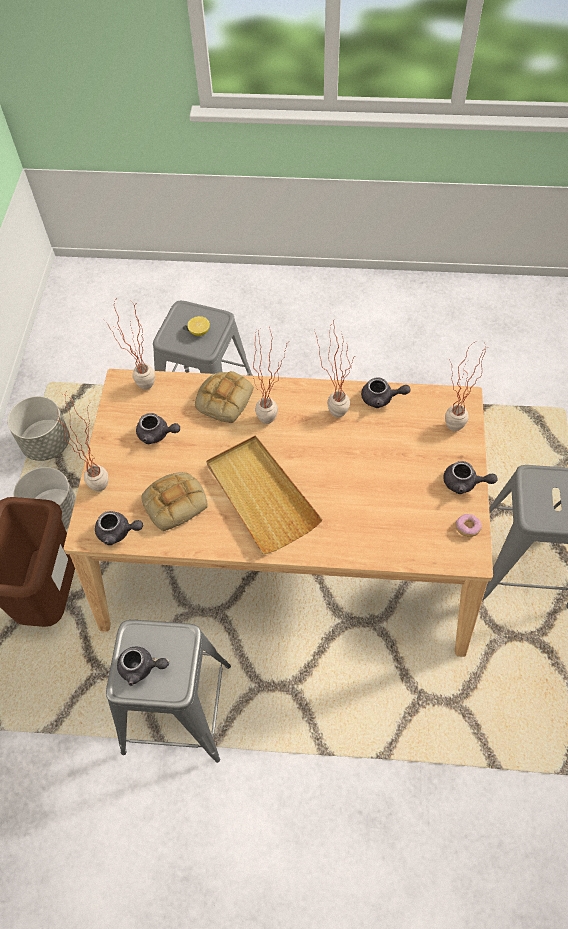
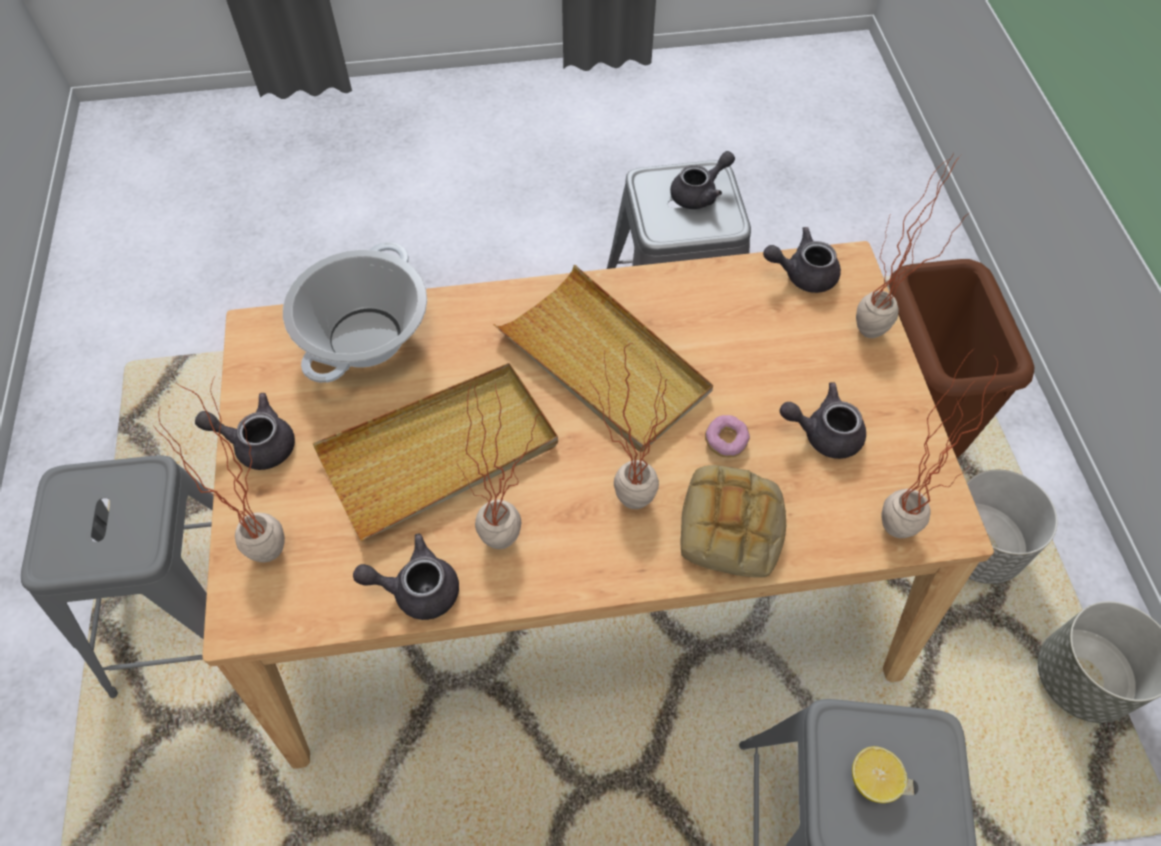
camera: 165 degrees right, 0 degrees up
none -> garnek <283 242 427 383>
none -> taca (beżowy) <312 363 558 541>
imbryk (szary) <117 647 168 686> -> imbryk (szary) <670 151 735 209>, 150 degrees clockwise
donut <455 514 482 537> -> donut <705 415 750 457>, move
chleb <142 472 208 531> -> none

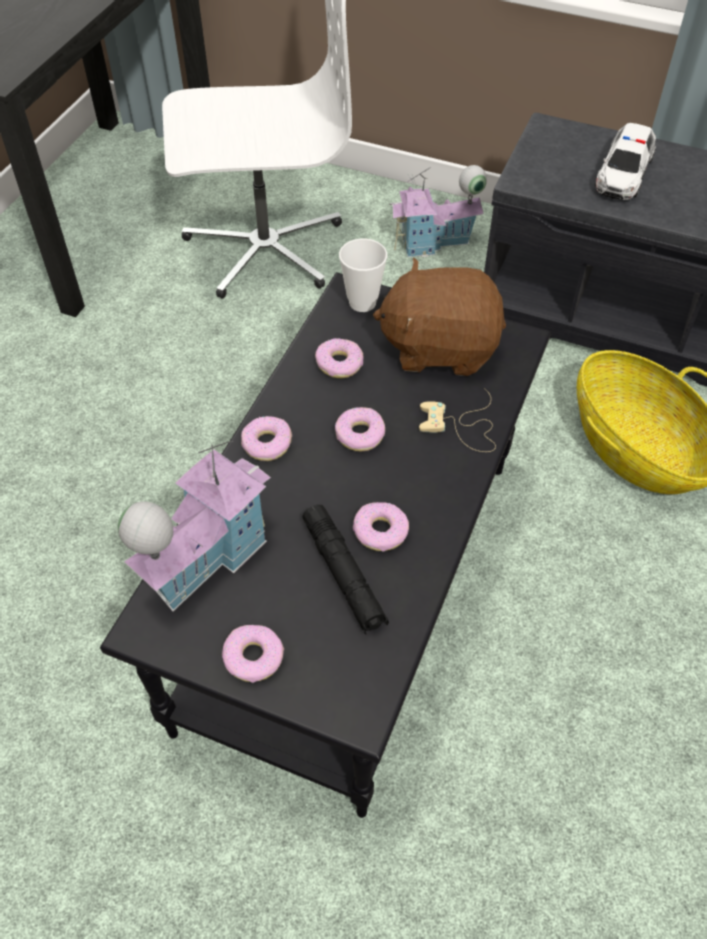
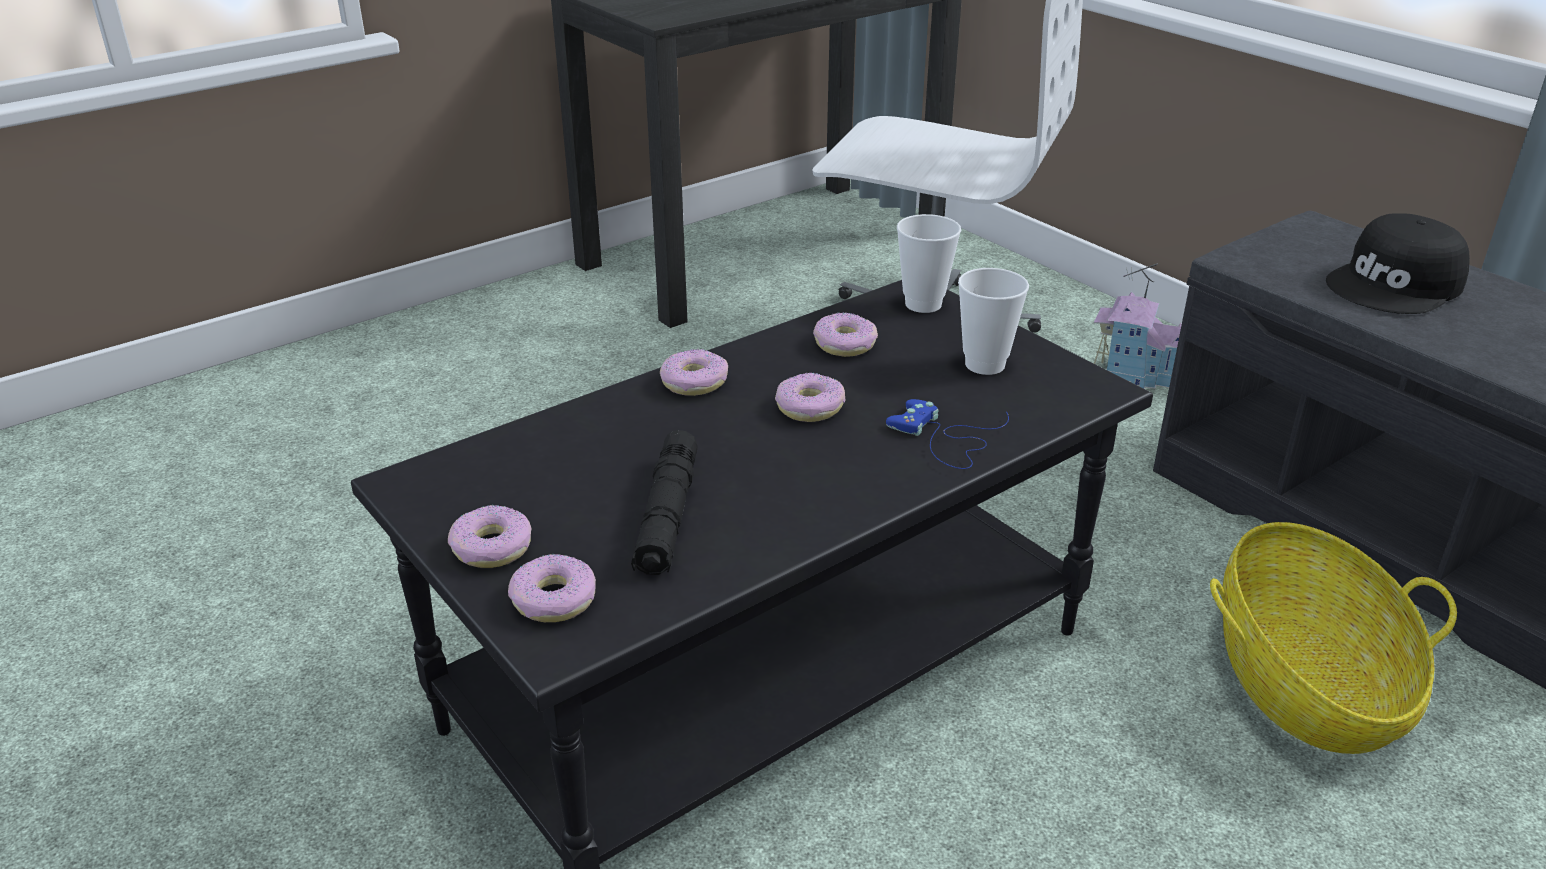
camera: 30 degrees right, 20 degrees down
donut <353 502 409 552> -> donut <508 554 596 622>, move
pad do gier (beżowy) <419 388 496 452> -> pad do gier (niebieski) <886 399 1009 469>
pluszak (brązowy) <373 258 506 376> -> filiżanka <958 268 1029 375>
samochodzik <595 123 656 200> -> czapka z daszkiem (czarny) <1326 213 1470 314>
domek <118 441 271 611> -> none

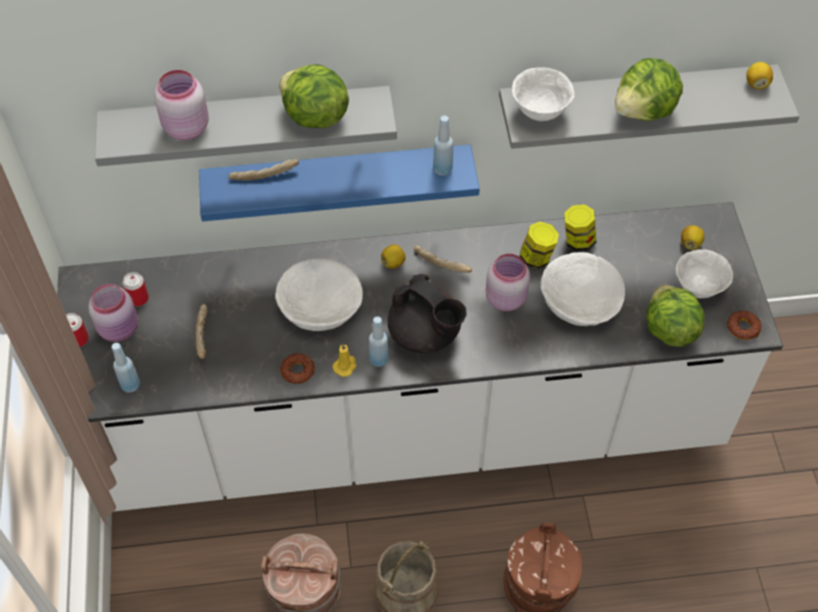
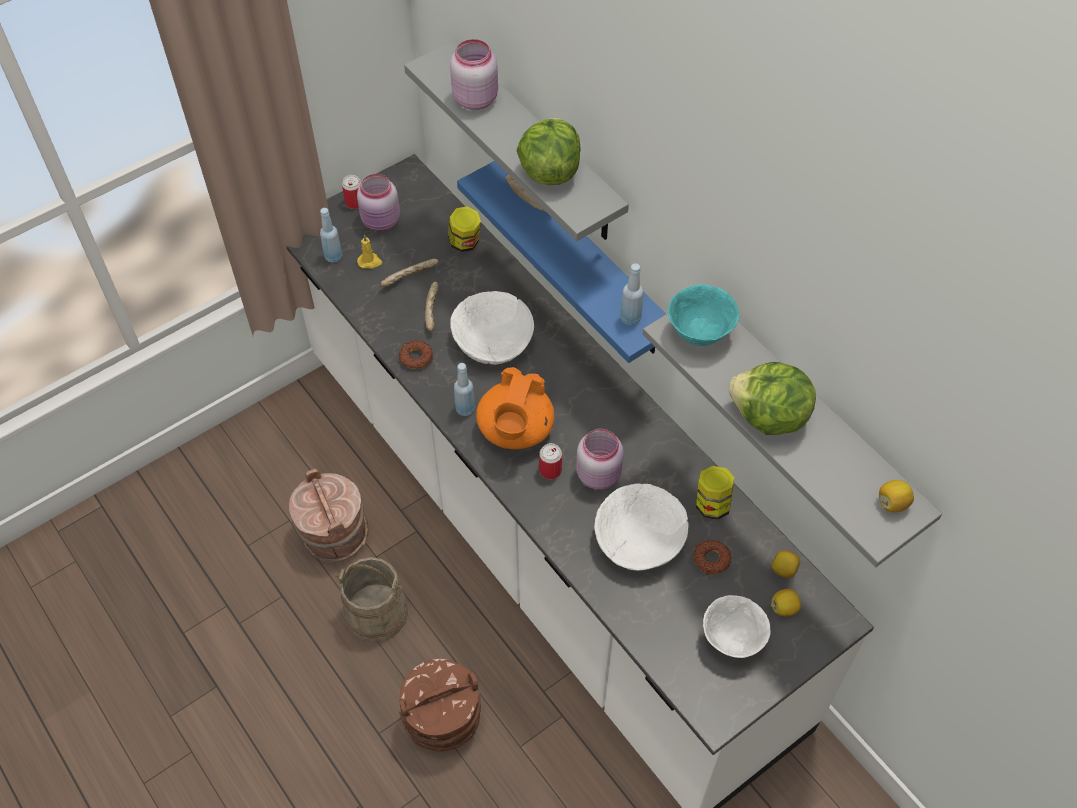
camera: 60 degrees right, 0 degrees up
świeca (żółty) <333 344 357 377> -> świeca (żółty) <357 235 383 269>, move
chleb <414 245 472 273> -> chleb <425 282 438 332>, move
słoik <519 221 559 269> -> słoik <448 206 481 252>, move
imbryk (czarny) <388 274 467 353> -> imbryk (pomarańczowy) <476 367 554 449>
puszka <123 272 149 306> -> puszka <539 443 562 479>, move
miska (biały) <512 67 574 121> -> miska (turkusowy) <668 284 740 346>
donut <727 311 761 340> -> donut <694 540 731 575>, move
cytryna <381 244 406 268> -> cytryna <771 550 800 578>, move
sałata <646 285 705 347> -> none

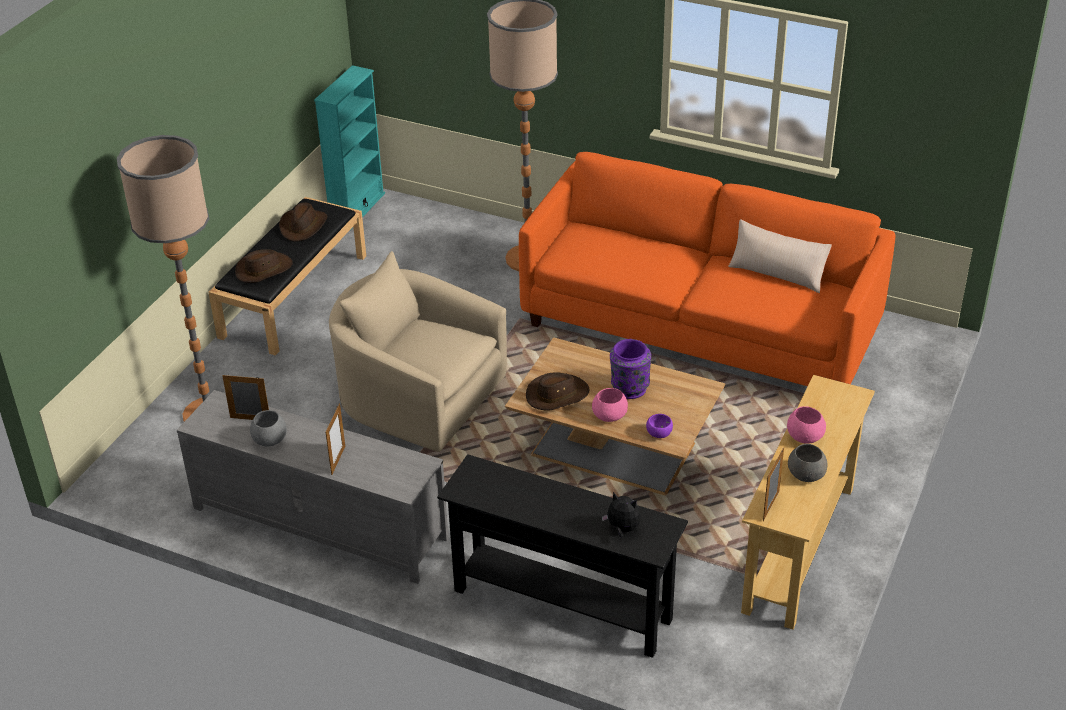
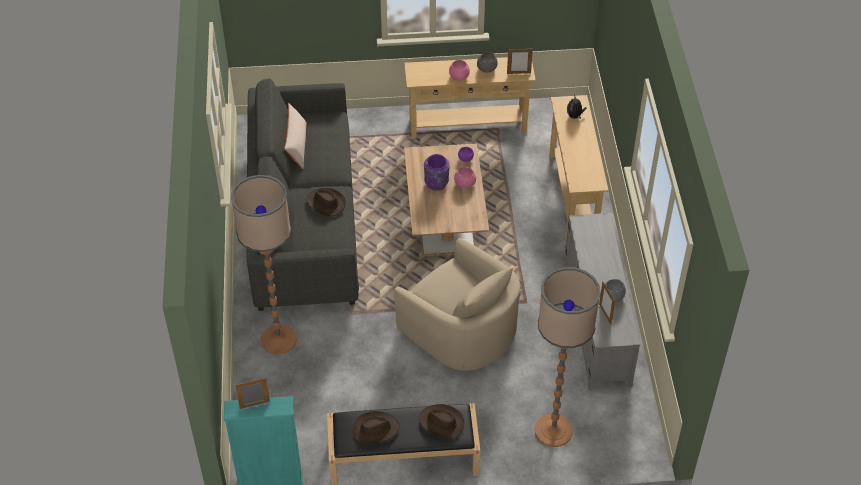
camera: 120 degrees left, 10 degrees up
ramka na zdjęcie <326 403 345 475> -> ramka na zdjęcie <235 378 270 409>, move
kanapa (pomarańczowy) <519 152 895 386> -> kanapa (szary) <246 78 359 311>
kapelusz (brązowy) <526 372 589 411> -> kapelusz (brązowy) <306 188 346 216>, move
fotel (beżowy) <329 251 507 452> -> fotel (beżowy) <394 238 521 371>, 45 degrees counterclockwise
stolik konsolowy (czarny) <437 454 688 658> -> stolik konsolowy (beżowy) <550 95 609 238>

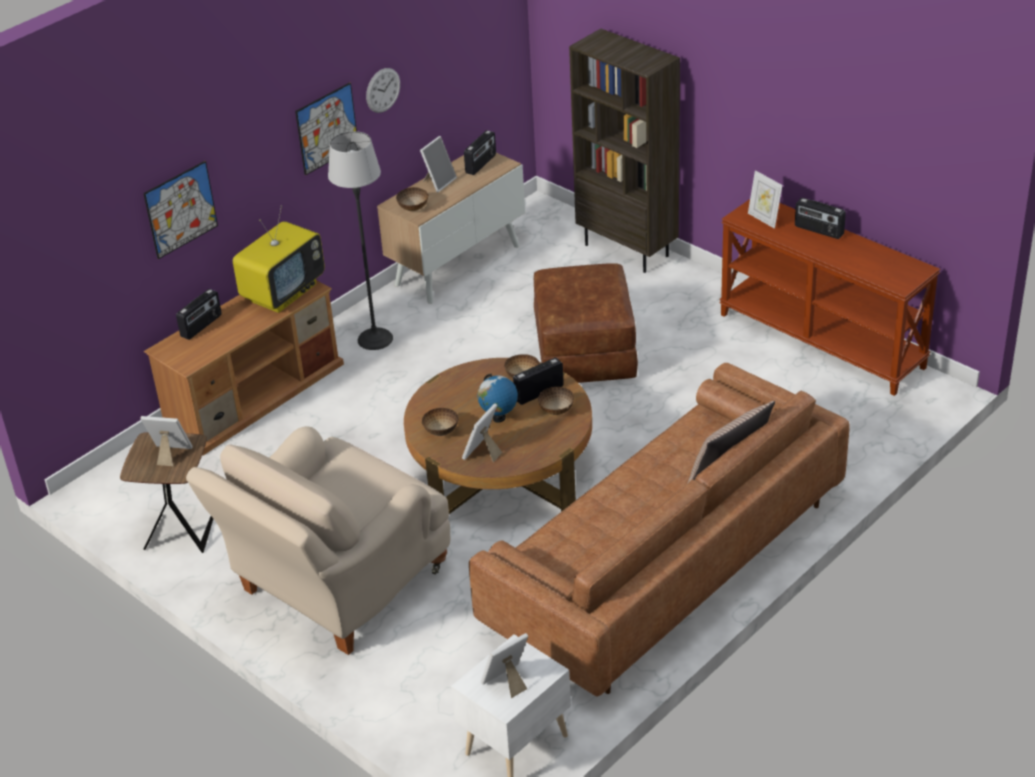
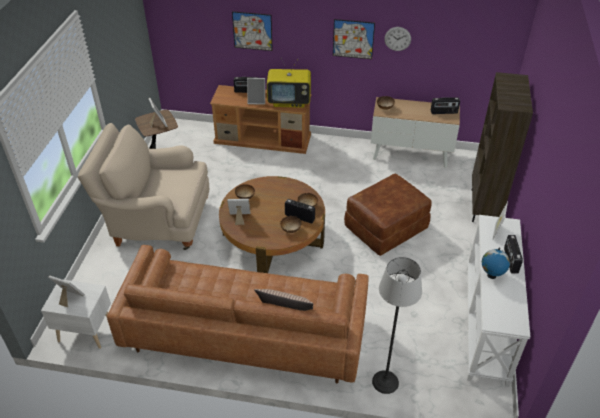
camera: 55 degrees right, 5 degrees up
ramka na zdjęcie <420 136 457 192> -> ramka na zdjęcie <247 78 265 105>, move
lampa stojąca <328 131 393 350> -> lampa stojąca <372 257 422 394>, move
stolik konsolowy (brązowy) <719 199 940 396> -> stolik konsolowy (biały) <467 215 530 387>
globus <477 374 518 423> -> globus <482 247 510 279>, move

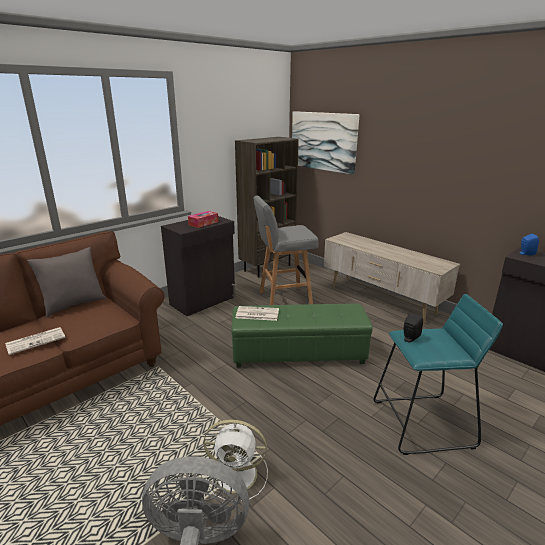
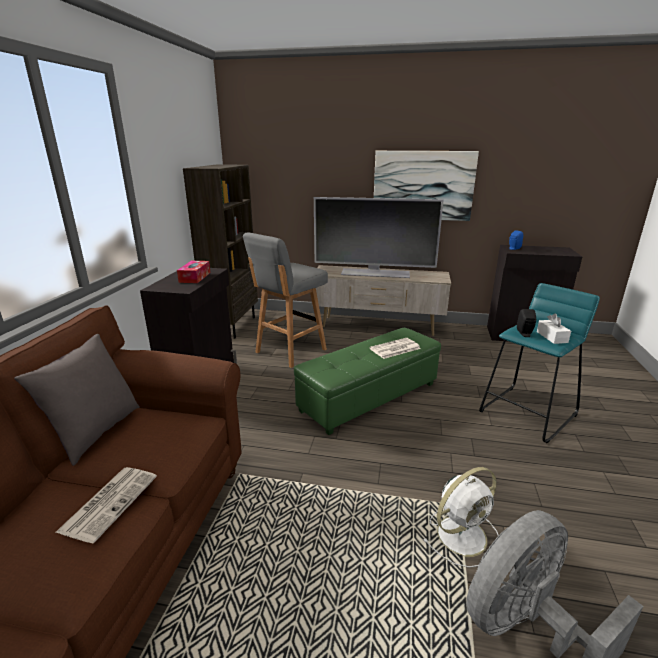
camera: 35 degrees left, 0 degrees up
none -> telewizor <314 197 444 278>
gazeta <236 306 279 321> -> gazeta <370 338 421 359>, move
obraz <292 111 360 175> -> obraz <374 151 479 221>, move
none -> pudełko chusteczek (biały) <537 314 571 344>

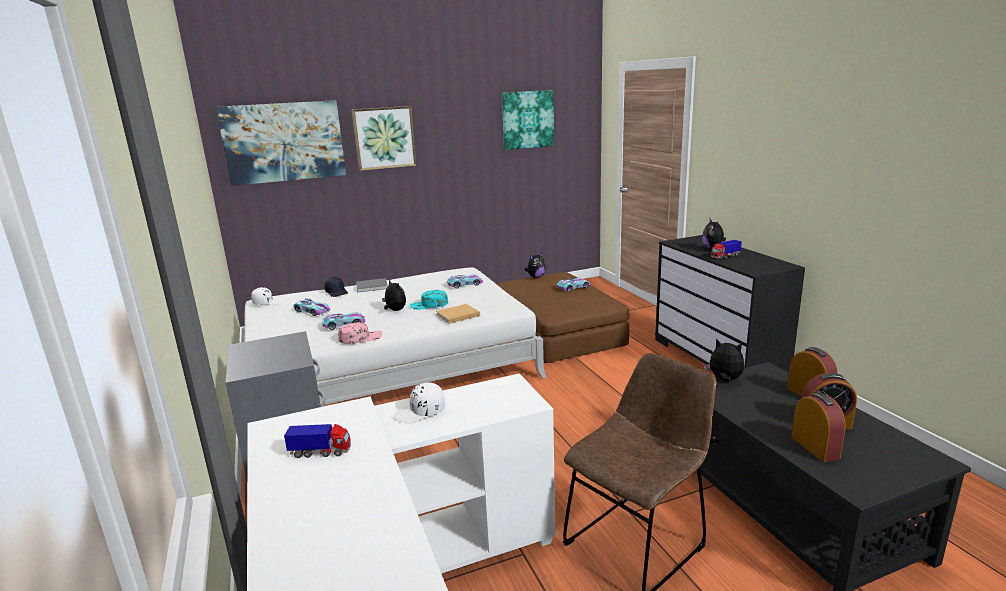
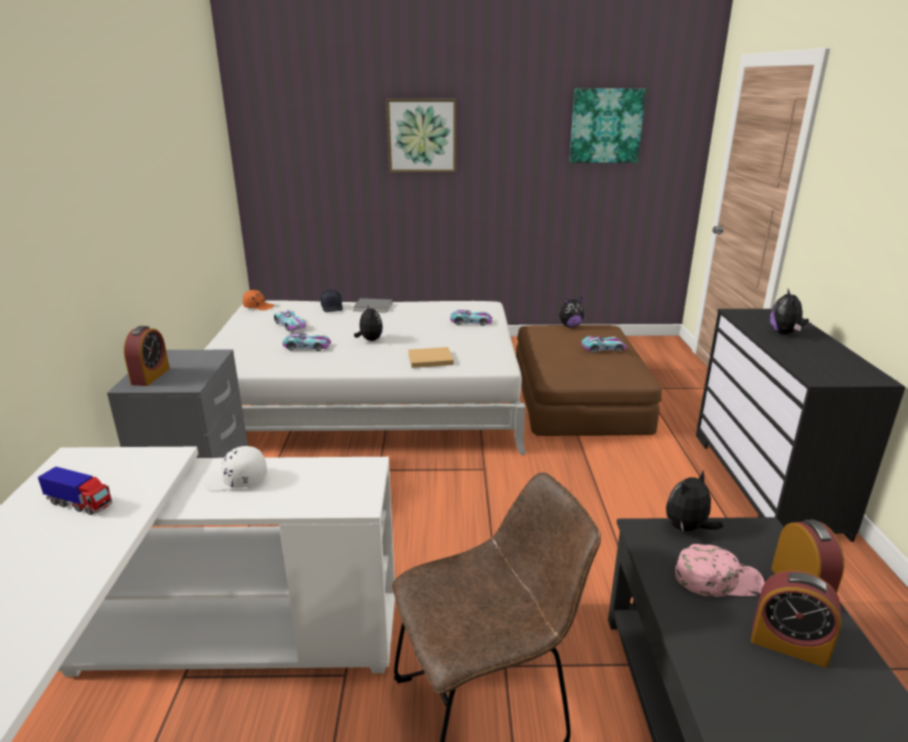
camera: 20 degrees right, 5 degrees up
budzik <791 393 846 462> -> budzik <124 326 170 386>, move
czapka z daszkiem (biały) <251 287 283 305> -> czapka z daszkiem (pomarańczowy) <243 290 275 310>
pluszak <704 338 744 382> -> pluszak <666 470 723 531>, 90 degrees counterclockwise
czapka z daszkiem (różowy) <338 322 383 344> -> czapka z daszkiem (różowy) <675 544 765 597>, move
obraz <216 100 346 186> -> none
czapka z daszkiem (turkusowy) <410 290 448 310> -> none
ciężarówka zabawkowa <711 240 742 260> -> none

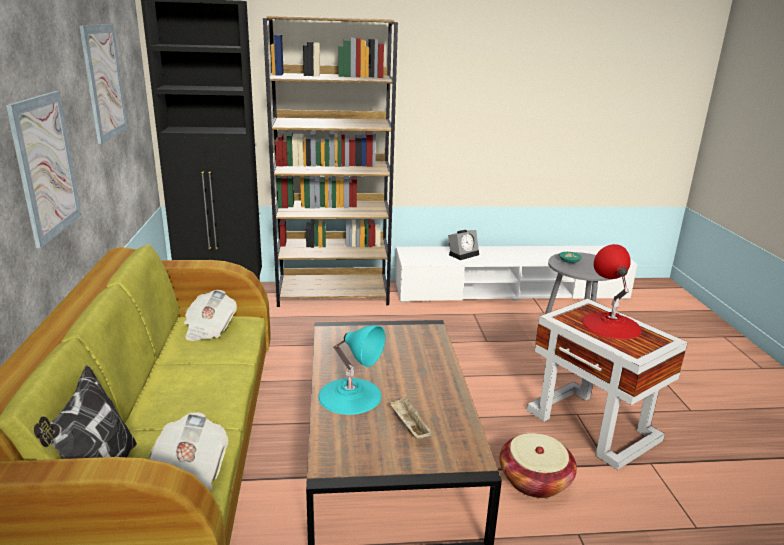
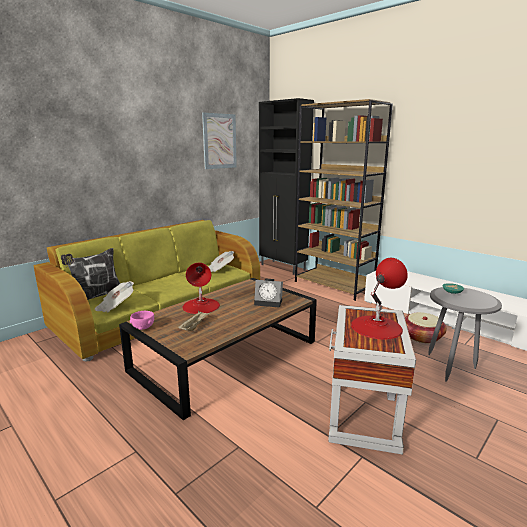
camera: 50 degrees right, 5 degrees down
none -> miska (różowy) <130 311 154 330>
lampa stołowa (turkusowy) <318 325 385 415> -> lampa stołowa (czerwony) <182 263 220 314>
budzik <448 230 479 260> -> budzik <254 279 283 307>, move
koszyk <500 433 577 498> -> koszyk <405 312 447 343>, move
obraz <6 91 81 248> -> none

